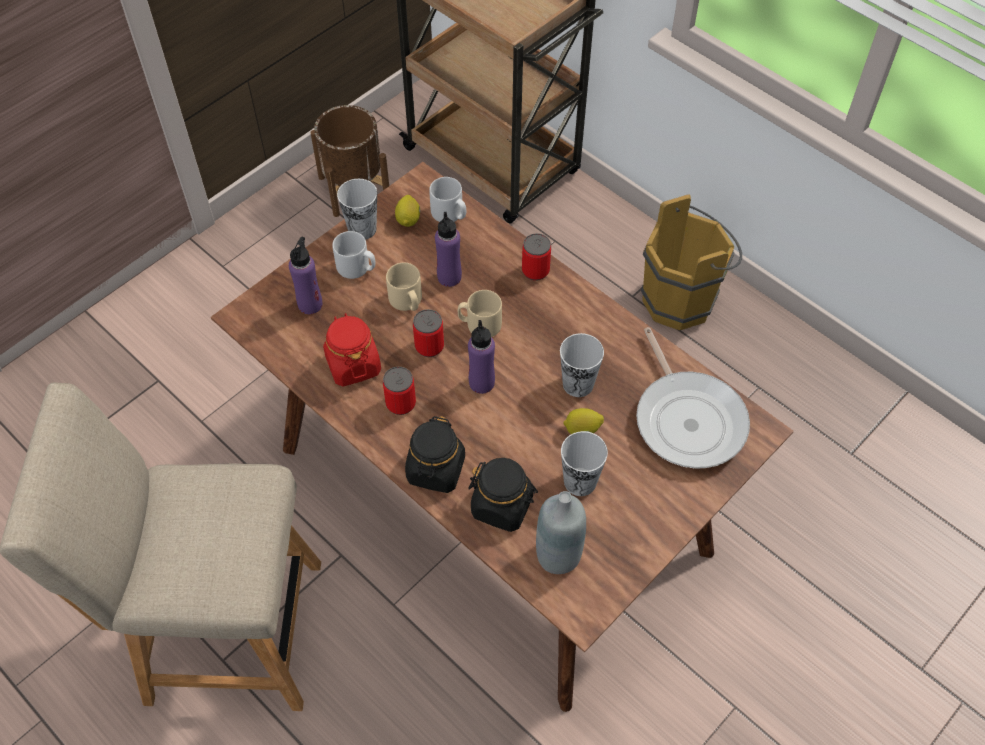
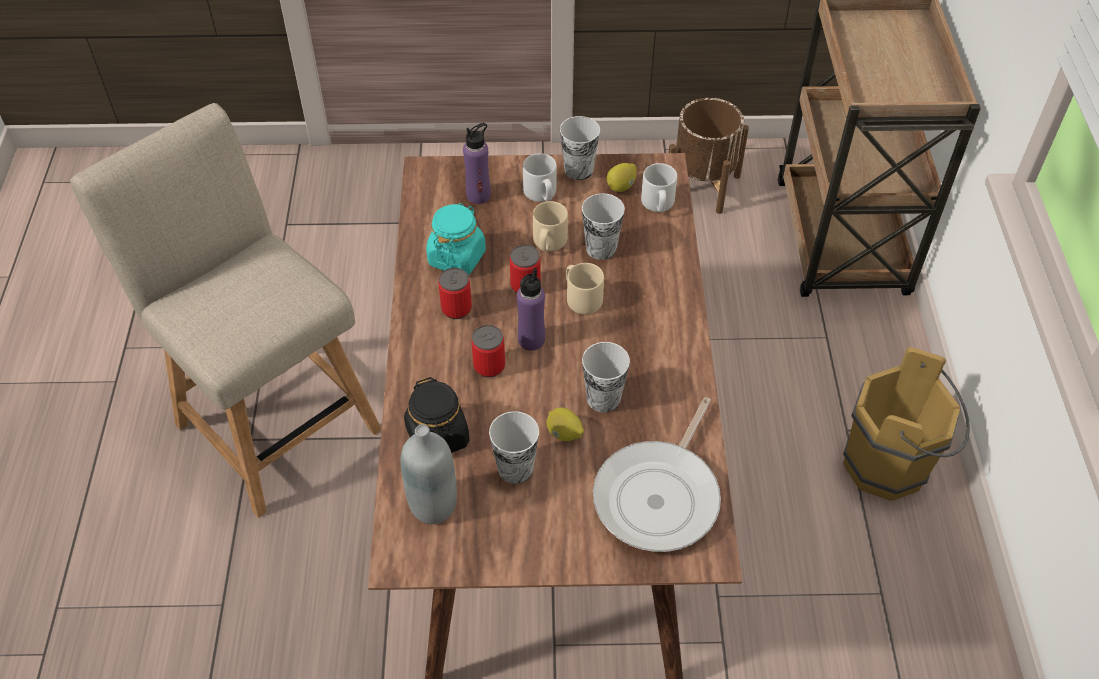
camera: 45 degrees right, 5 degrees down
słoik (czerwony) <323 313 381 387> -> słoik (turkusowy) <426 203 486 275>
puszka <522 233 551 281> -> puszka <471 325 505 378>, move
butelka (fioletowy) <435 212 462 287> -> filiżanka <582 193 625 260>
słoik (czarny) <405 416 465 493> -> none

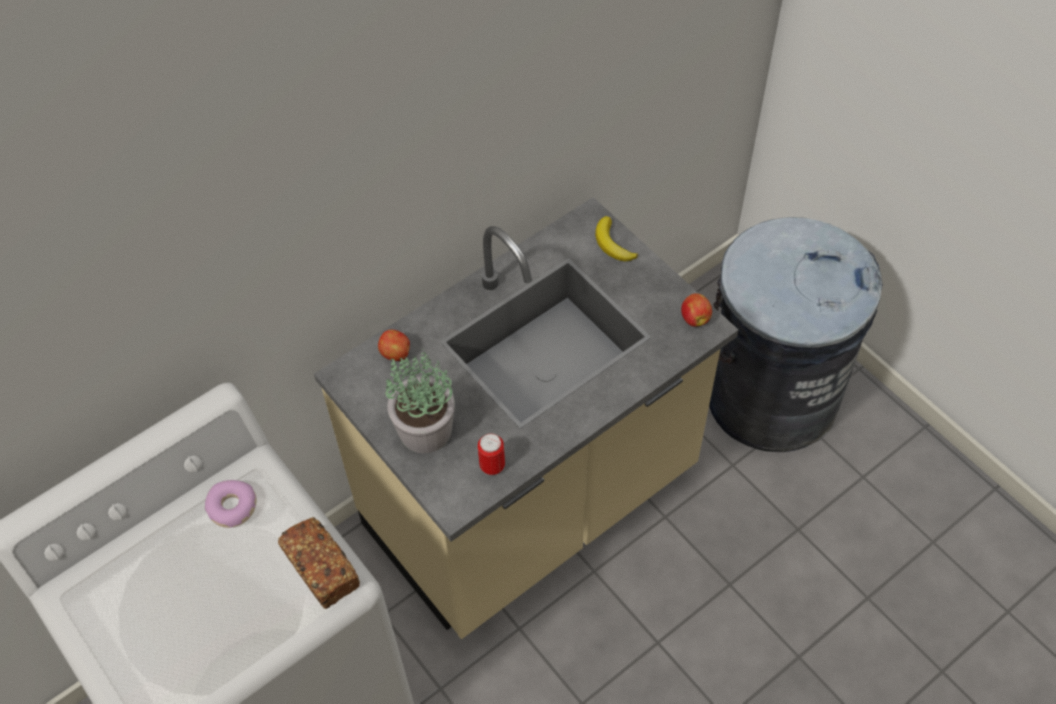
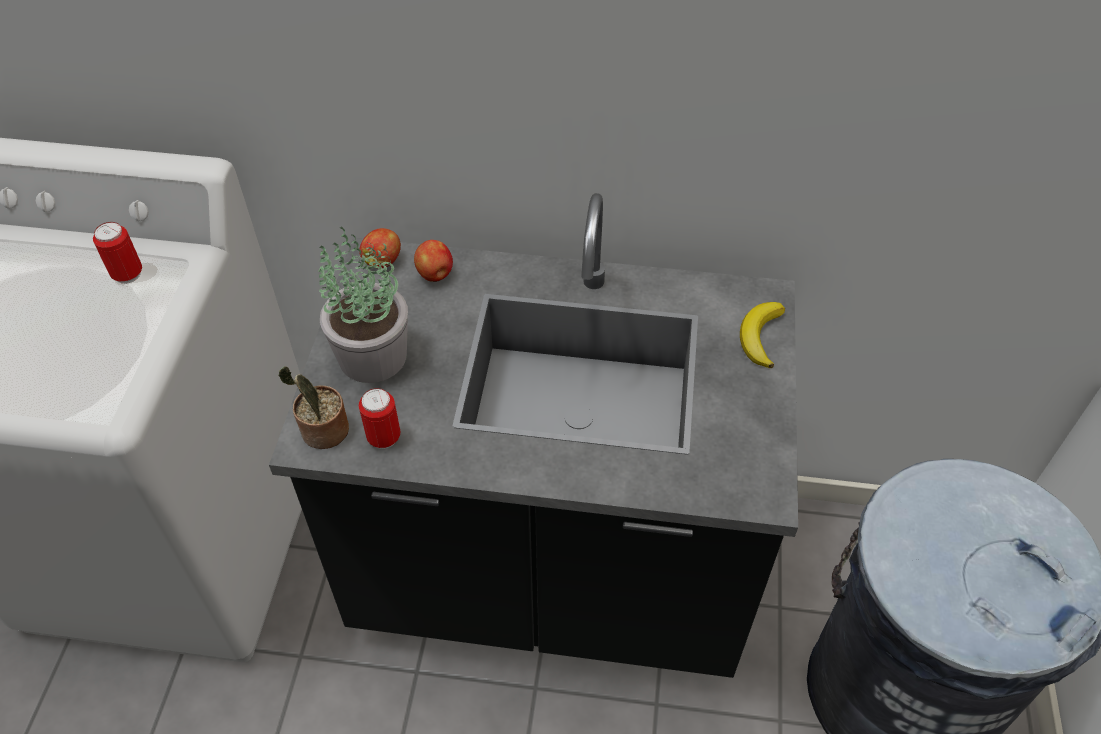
camera: 45 degrees right, 5 degrees down
donut <205 480 256 528> -> puszka <93 222 142 284>
zabudowa kuchenna (beżowy) <314 197 739 639> -> zabudowa kuchenna (czarny) <269 193 798 678>
none -> roślina doniczkowa <279 366 349 449>
jabłko <681 293 712 327> -> jabłko <359 228 401 268>, move
chleb <278 517 360 609> -> none

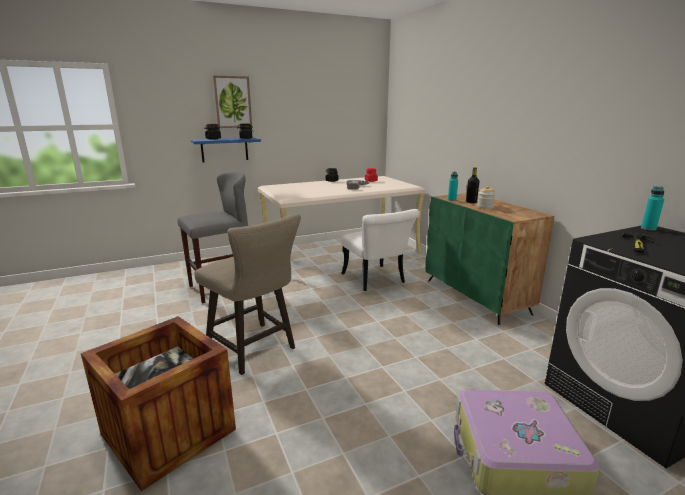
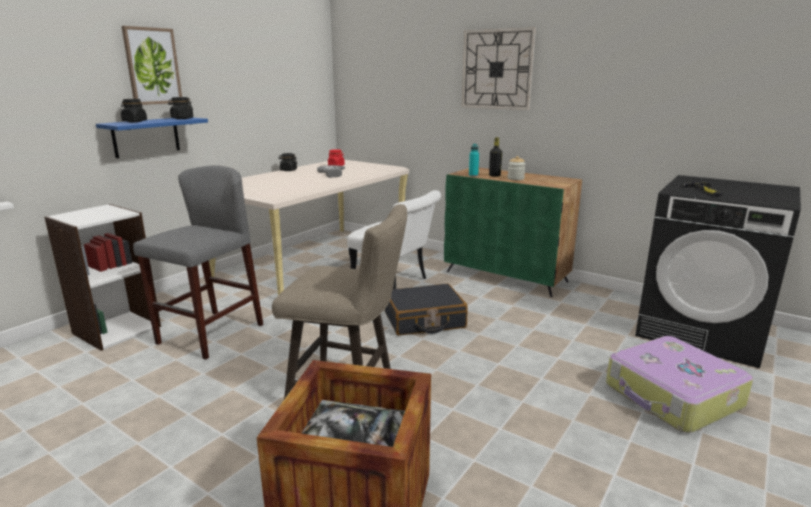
camera: 30 degrees left, 0 degrees up
none -> regał (biały) <44 204 161 351>
none -> walizka (czarny) <385 284 468 336>
none -> zegar ścienny <462 27 536 110>
butelka (turkusowy) <641 186 664 231> -> none

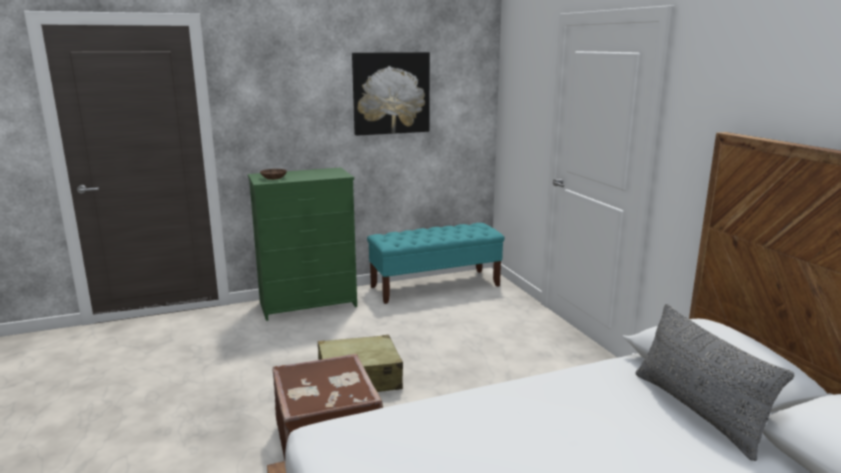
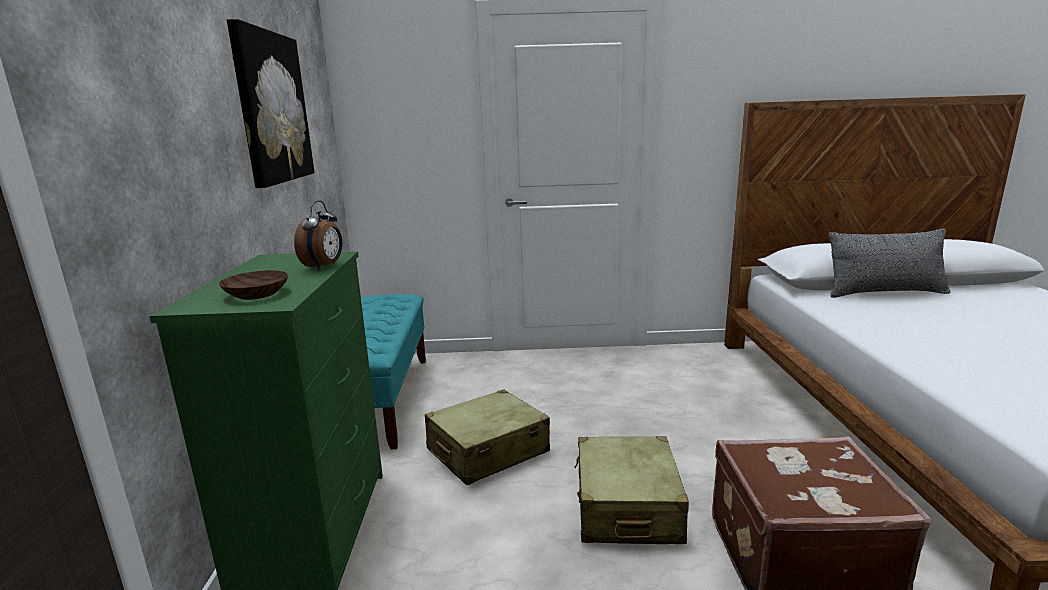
camera: 70 degrees left, 0 degrees up
none -> budzik <294 201 342 270>
none -> walizka (beżowy) <425 389 550 485>

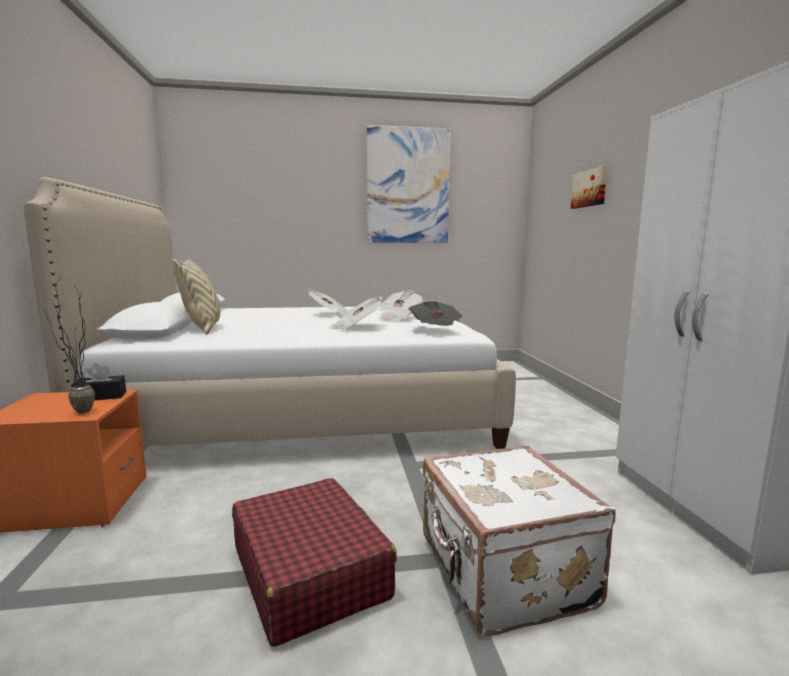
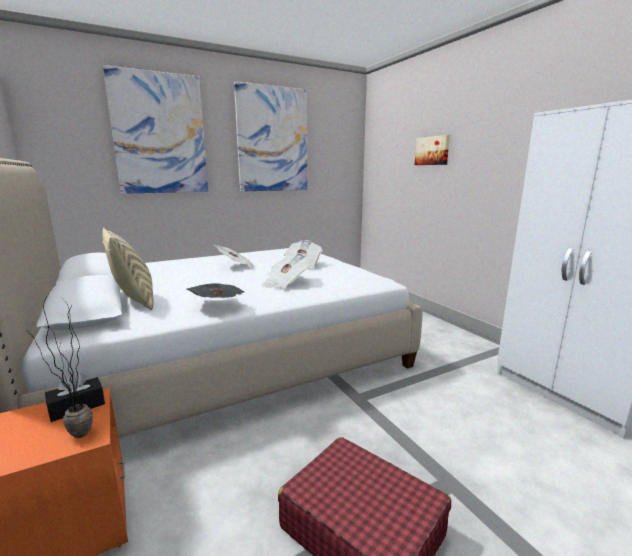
camera: 20 degrees left, 5 degrees up
none -> obraz <103 65 208 194>
gazeta <408 301 462 326> -> gazeta <186 283 244 298>, move
walizka (biały) <423 445 616 636> -> none

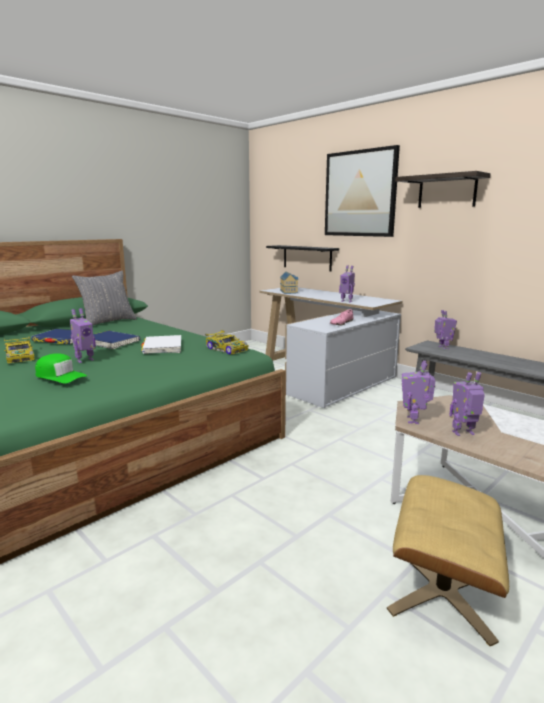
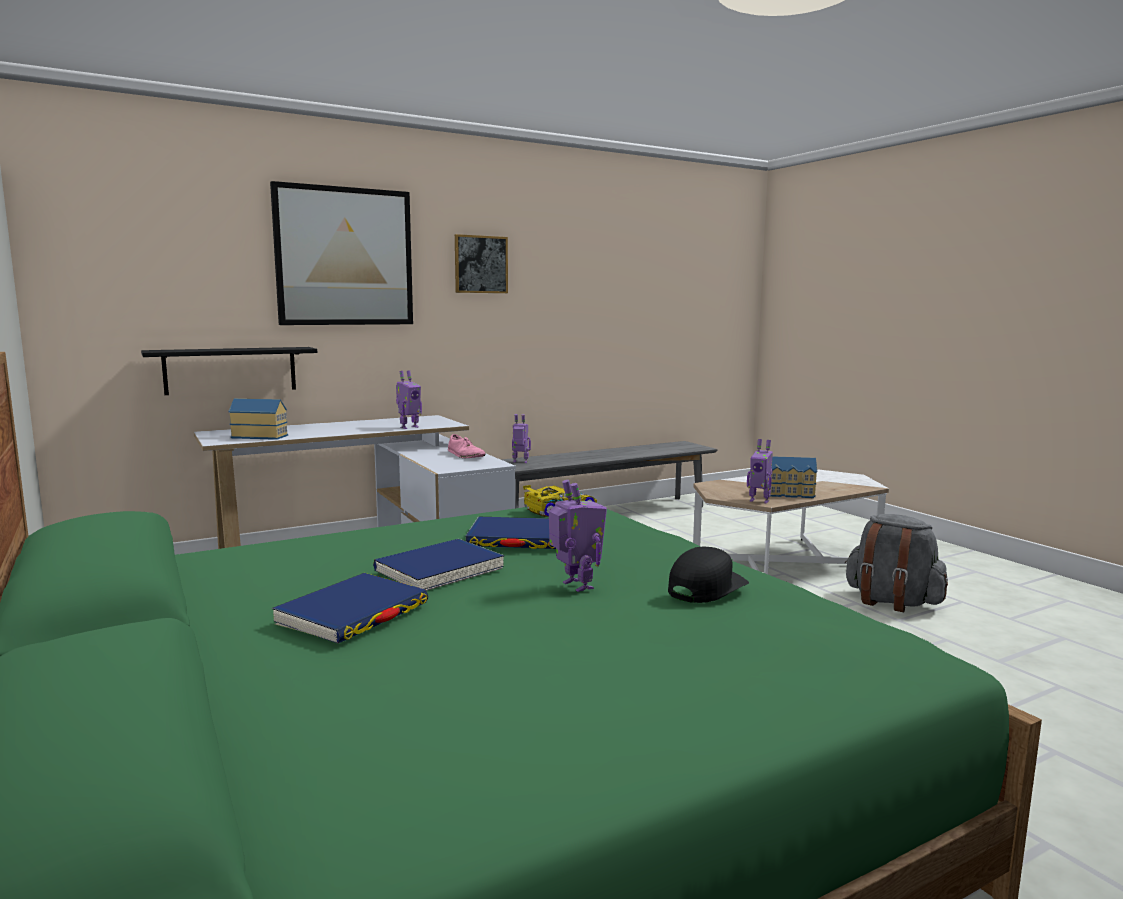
camera: 75 degrees left, 5 degrees down
półka <395 171 491 208> -> obraz <455 234 508 293>
książka (biały) <141 335 181 354> -> książka (niebieski) <466 516 556 549>
czapka z daszkiem (zielony) <35 353 87 383> -> czapka z daszkiem (czarny) <668 547 749 603>
robot zabawkowy <450 372 485 436> -> domek <764 456 817 498>
pufa (beżowy) <387 475 509 647> -> plecak (szary) <845 514 948 612>
samochodzik <4 337 35 364> -> none
poduszka (szary) <72 271 137 326> -> none

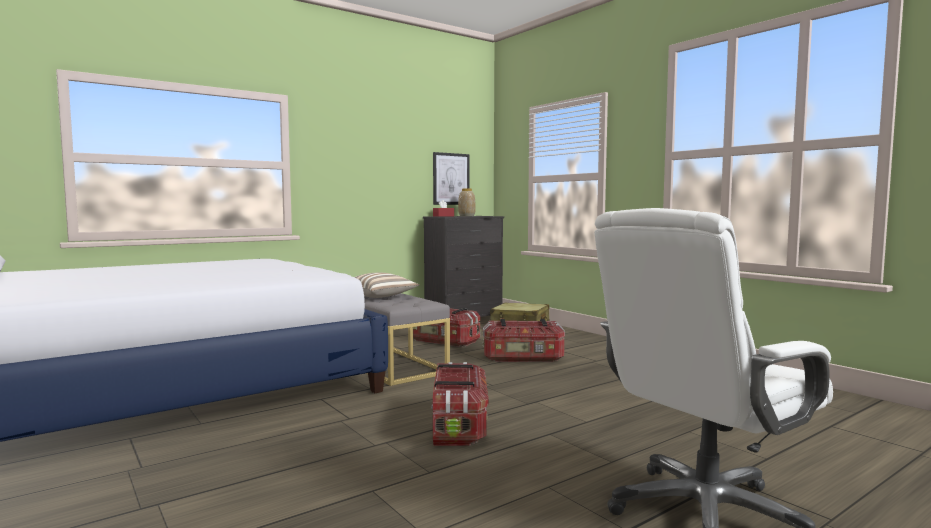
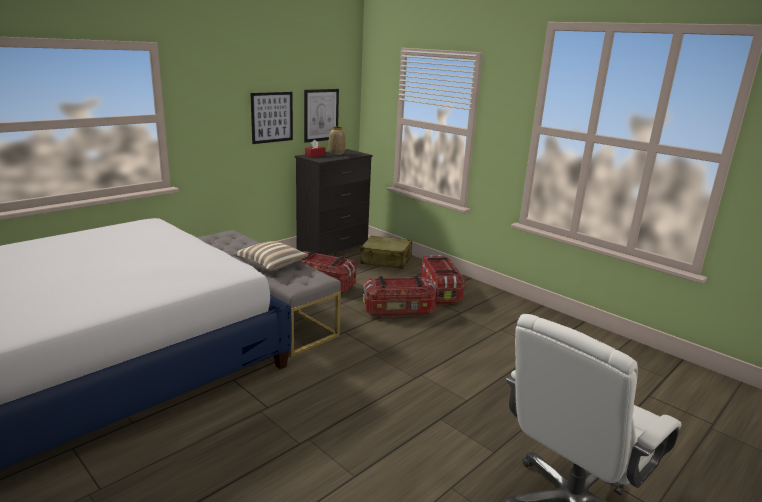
camera: 10 degrees left, 15 degrees up
none -> obraz <250 92 293 144>
pojemnik do przechowywania <431 362 489 446> -> pojemnik do przechowywania <421 255 466 305>, move

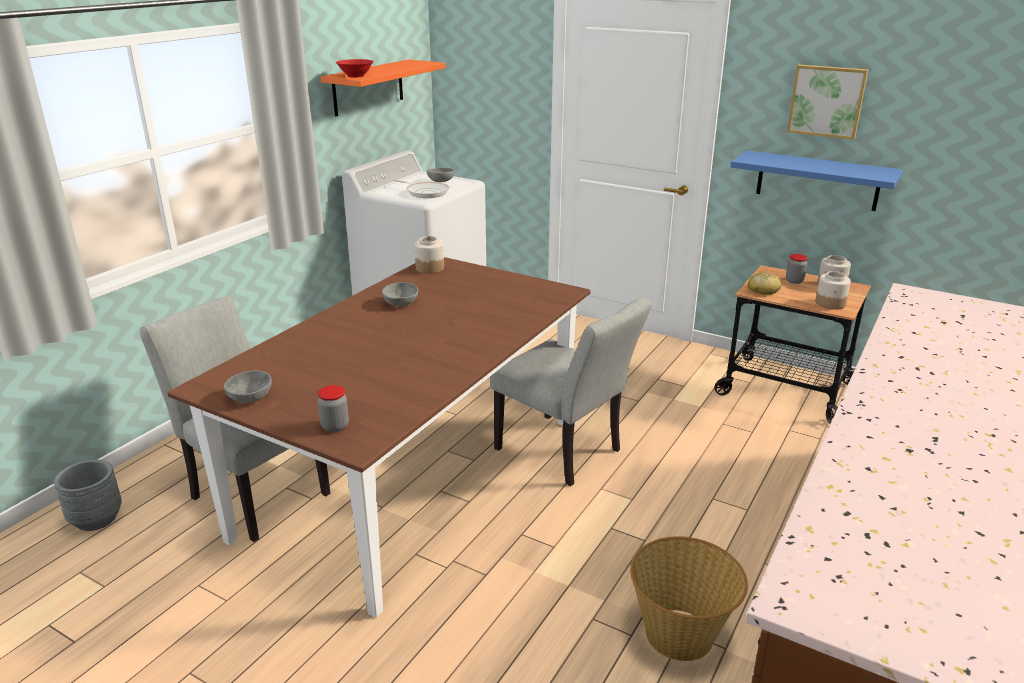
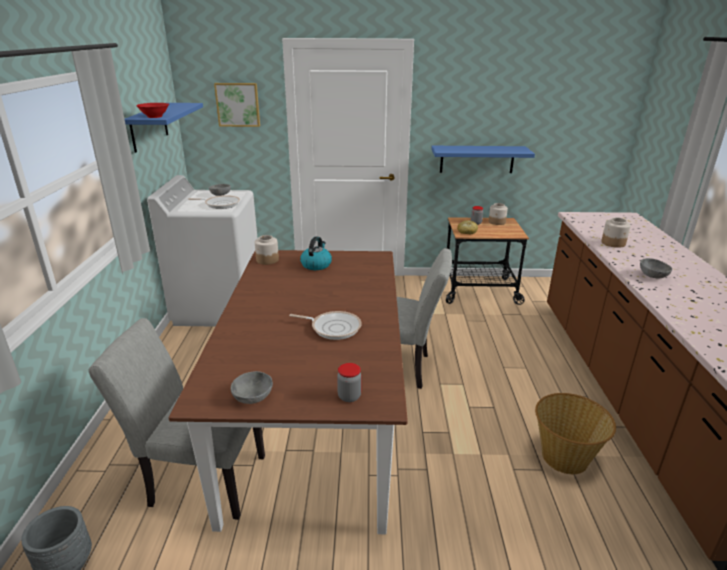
camera: 30 degrees left, 0 degrees up
półka (pomarańczowy) <320 59 446 117> -> półka (niebieski) <125 103 203 153>
obraz <787 65 868 140> -> obraz <214 83 260 127>, move
none -> patelnia <289 311 362 340>
none -> czajnik <300 236 332 270>
słoik <815 271 851 310> -> słoik <601 218 631 248>, move
miska (szary) <382 282 418 306> -> miska (szary) <640 258 672 278>, move

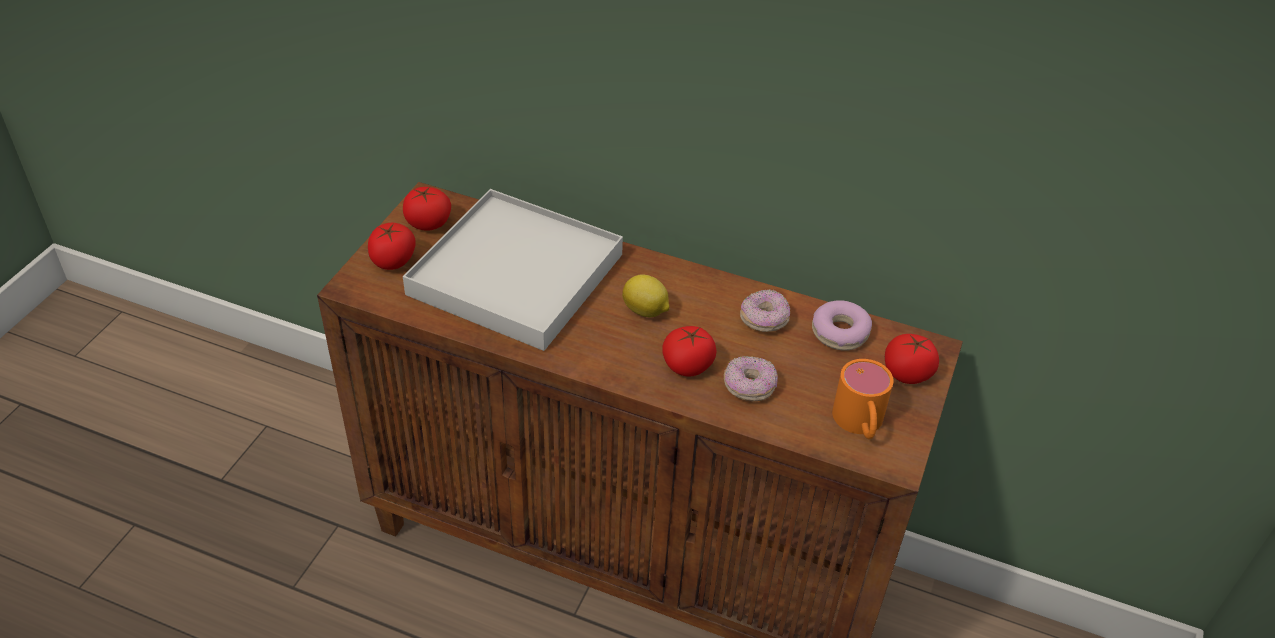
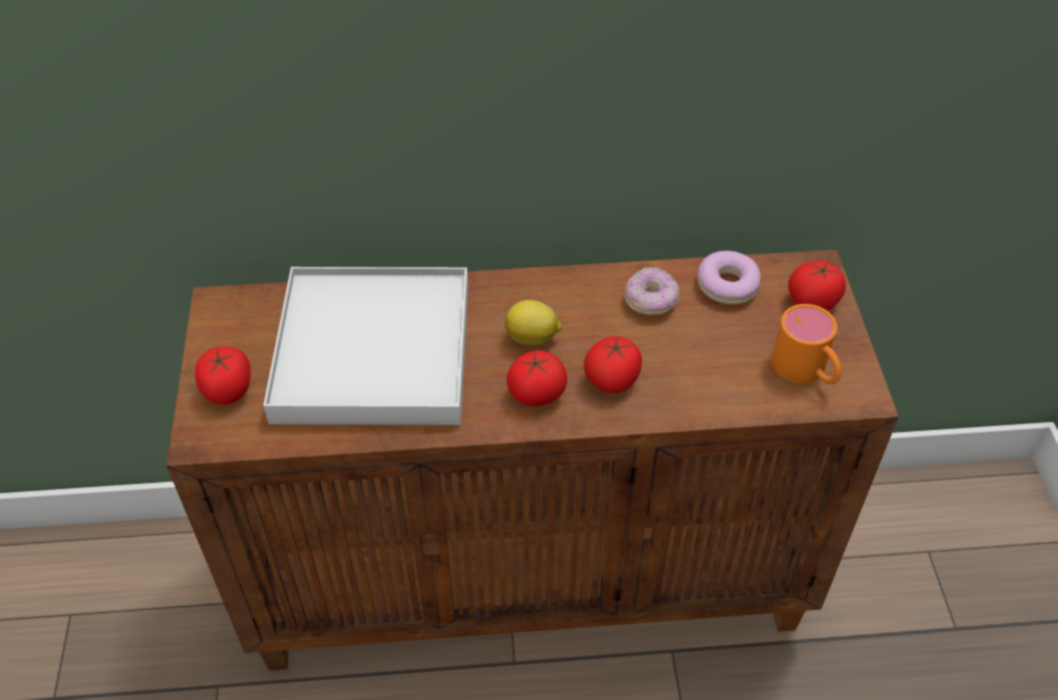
camera: 25 degrees left, 5 degrees up
pomidor <403 187 451 230> -> pomidor <507 350 567 406>, move
donut <724 356 778 401> -> none

